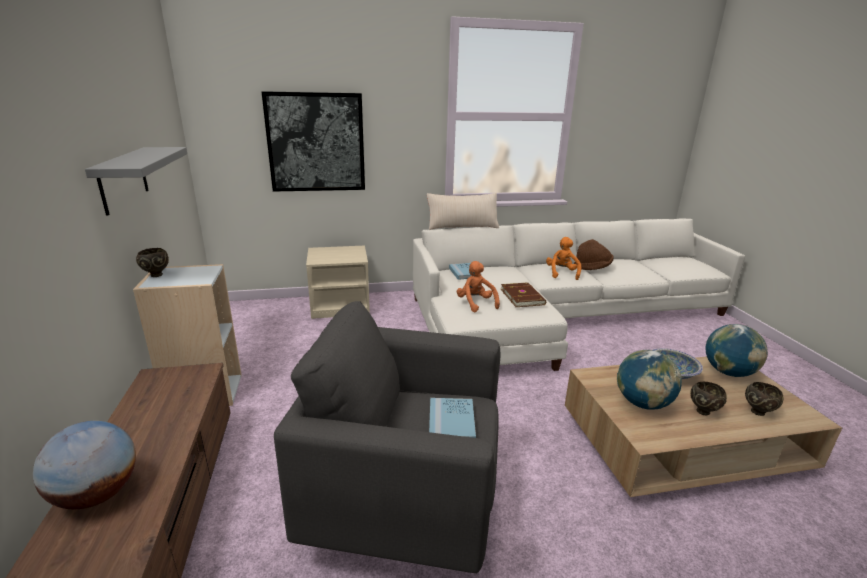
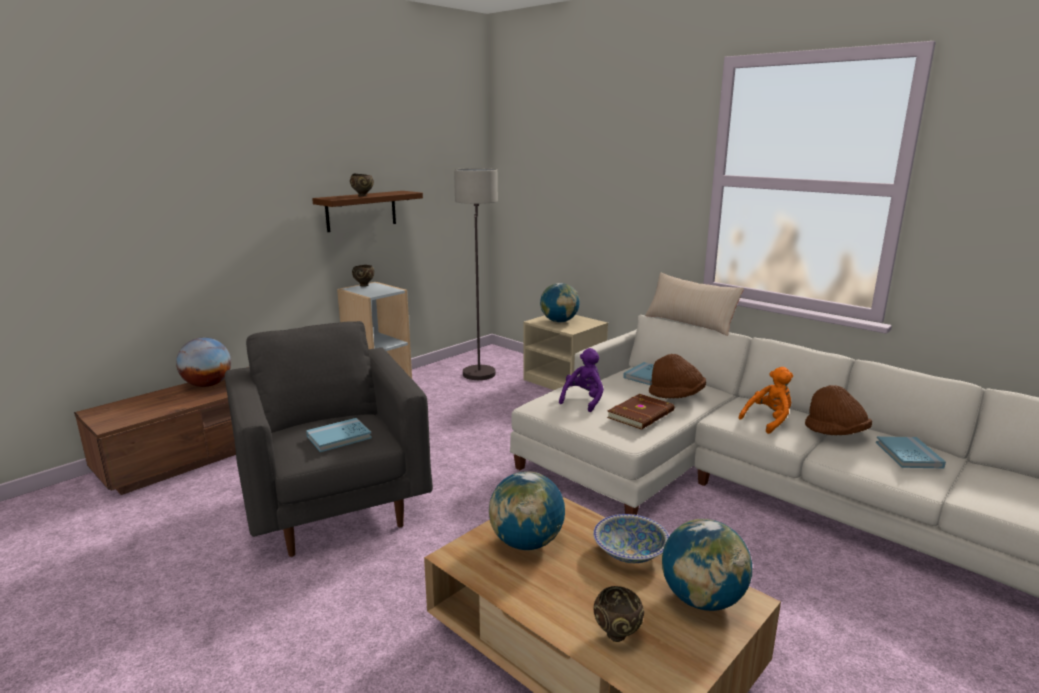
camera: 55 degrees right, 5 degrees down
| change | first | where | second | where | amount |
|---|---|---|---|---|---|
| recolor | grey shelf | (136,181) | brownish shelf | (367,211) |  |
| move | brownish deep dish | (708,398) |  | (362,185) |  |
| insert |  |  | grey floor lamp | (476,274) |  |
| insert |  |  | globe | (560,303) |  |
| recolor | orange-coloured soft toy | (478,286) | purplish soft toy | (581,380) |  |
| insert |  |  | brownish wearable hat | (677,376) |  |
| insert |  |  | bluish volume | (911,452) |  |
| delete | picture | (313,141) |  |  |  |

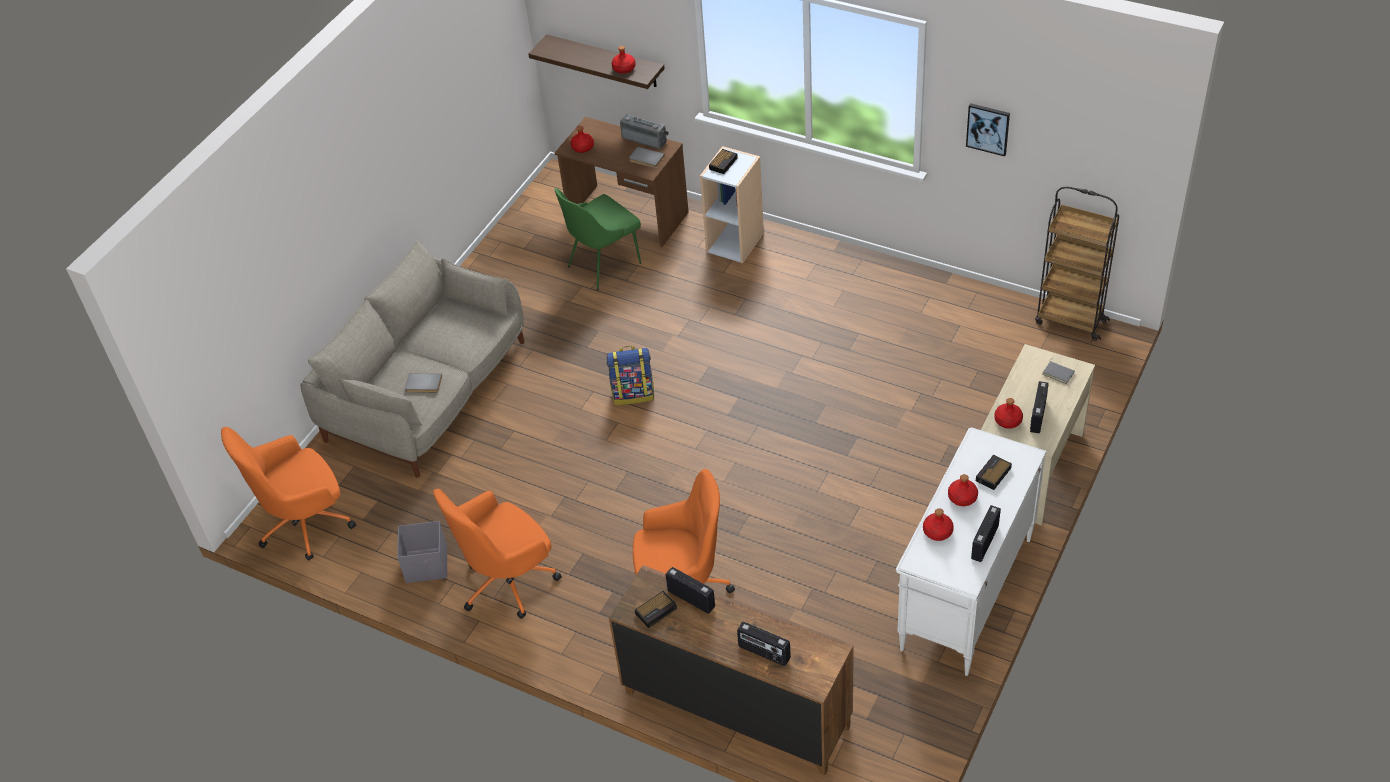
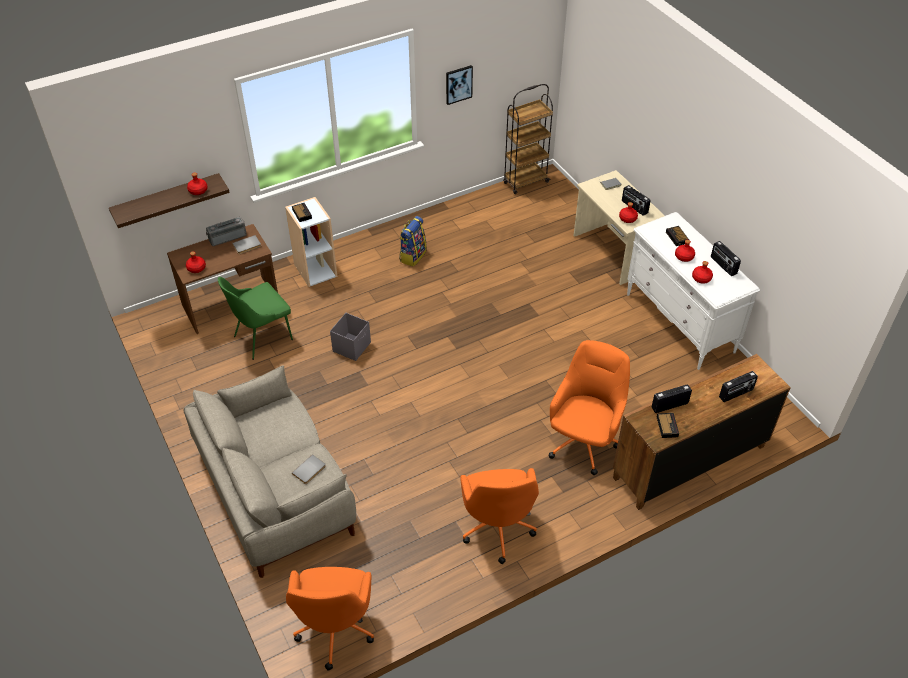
camera: 60 degrees left, 0 degrees up
| change | first | where | second | where | amount |
|---|---|---|---|---|---|
| rotate | greenish upright chair | (598,239) |  | (255,318) | 60 degrees clockwise |
| move | grey storage bin | (422,552) |  | (350,337) |  |
| move | rucksack | (630,375) |  | (413,241) |  |

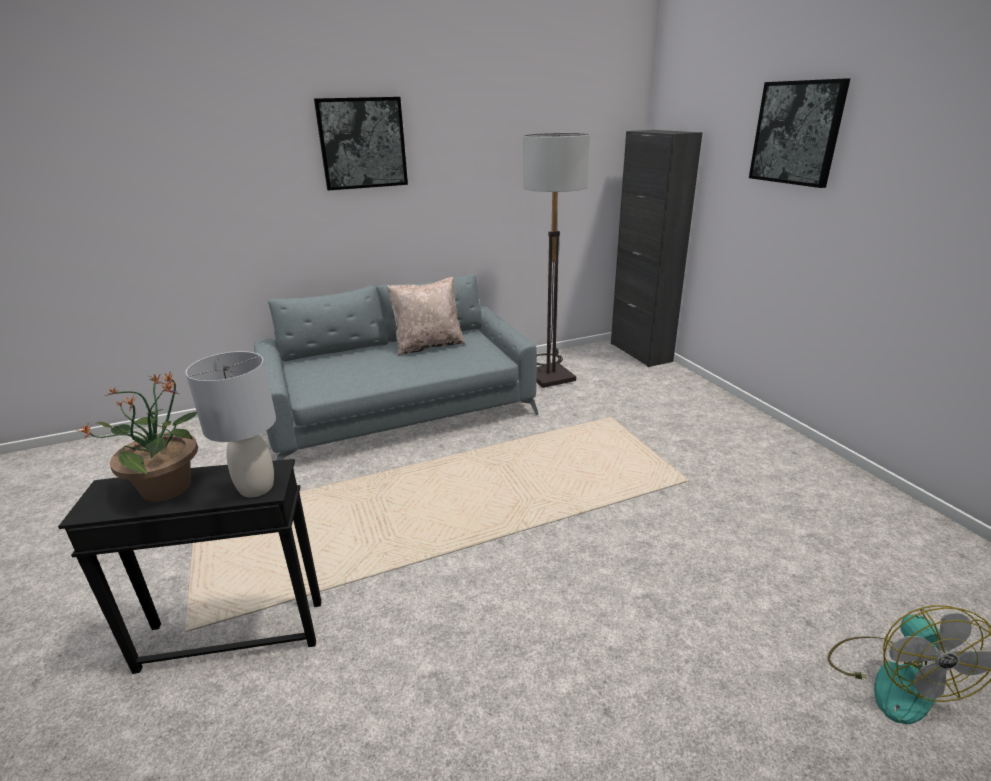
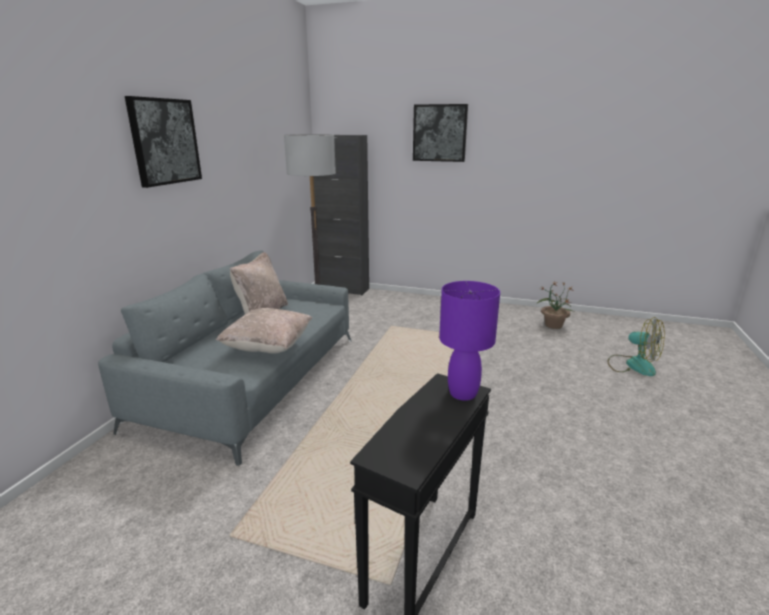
camera: 50 degrees left, 5 degrees down
| change | first | where | second | where | amount |
|---|---|---|---|---|---|
| insert |  |  | beige cushion | (264,330) |  |
| recolor | grey lamp for a table | (231,424) | purplish lamp for a table | (469,341) |  |
| move | plant in a pot | (137,437) |  | (556,305) |  |

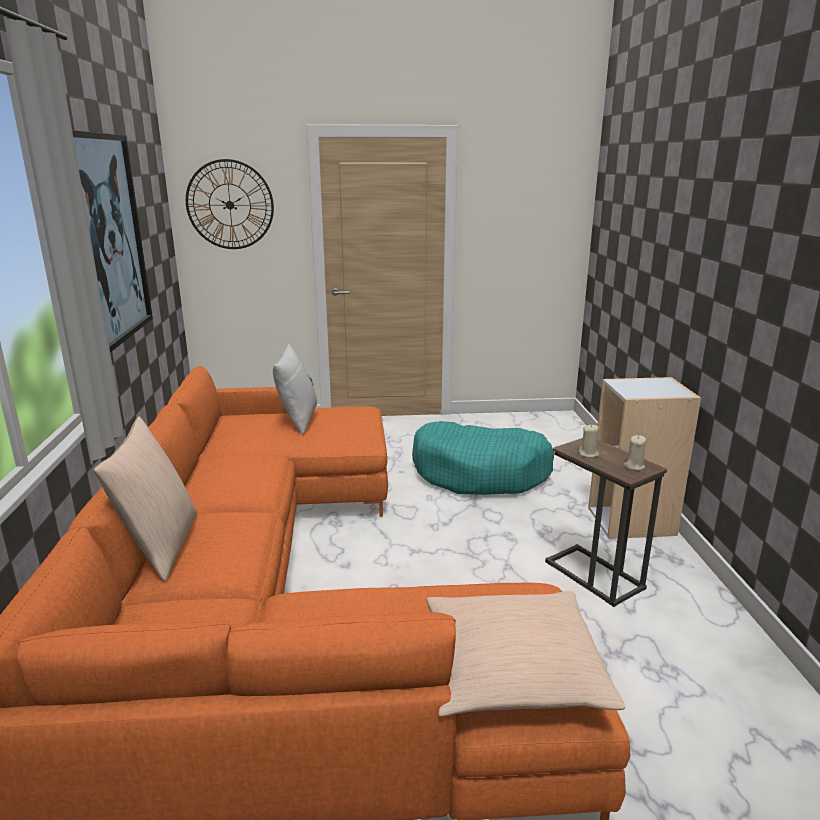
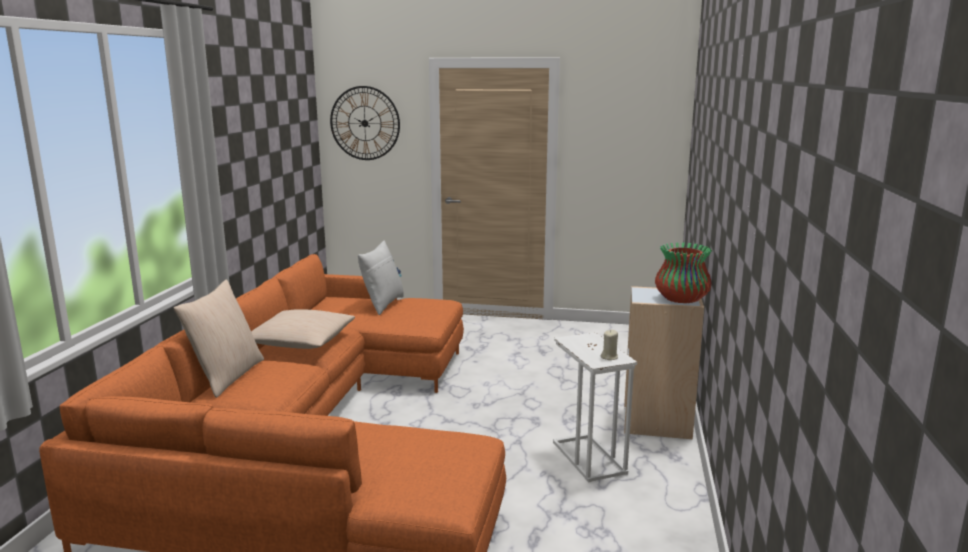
camera: 15 degrees right, 5 degrees down
| change | first | where | second | where | amount |
|---|---|---|---|---|---|
| move | beige cushion | (525,654) |  | (303,329) |  |
| recolor | brownish side table | (606,522) | white-coloured side table | (595,407) |  |
| insert |  |  | flower vase | (683,272) |  |
| delete | picture | (112,241) |  |  |  |
| delete | turquoise-coloured pet bed | (483,458) |  |  |  |
| delete | beige wax candle | (589,441) |  |  |  |

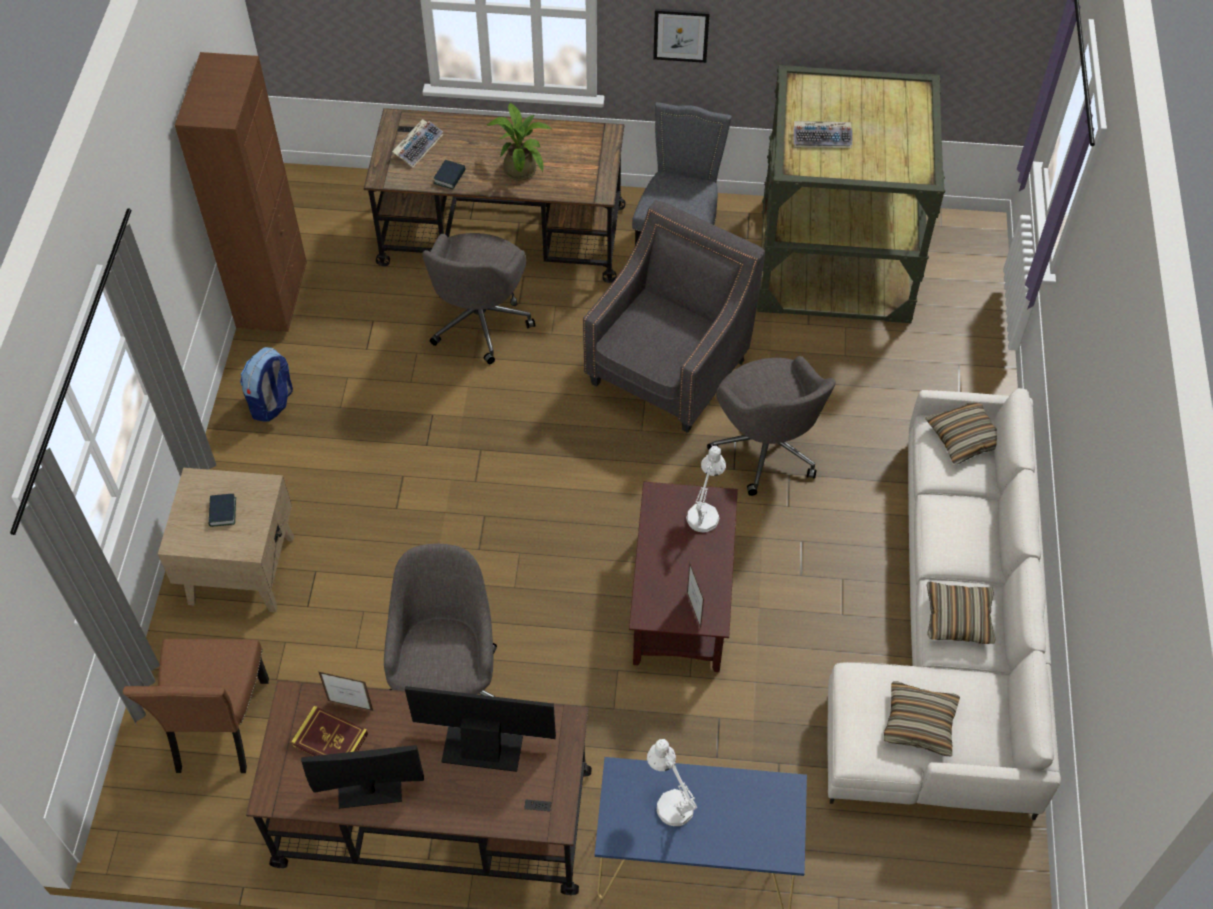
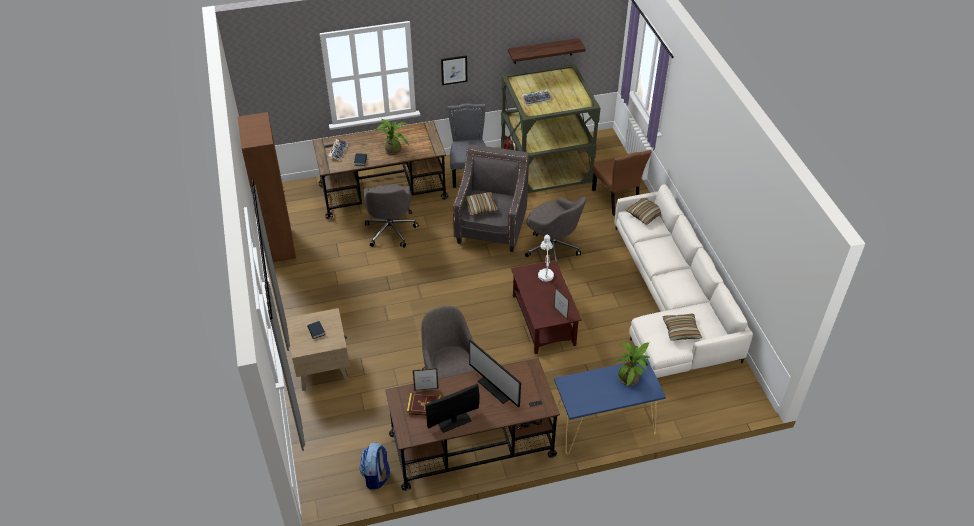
camera: 20 degrees left, 10 degrees down
| change | first | where | second | where | amount |
|---|---|---|---|---|---|
| move | rucksack | (266,384) |  | (375,465) |  |
| move | cushion | (960,613) |  | (481,204) |  |
| rotate | monitor | (480,729) |  | (495,374) | 120 degrees counterclockwise |
| insert |  |  | shelf | (547,51) |  |
| move | brownish upright chair | (196,706) |  | (622,183) |  |
| insert |  |  | plant in a pot | (633,364) |  |
| delete | white-coloured lamp for a table | (672,782) |  |  |  |

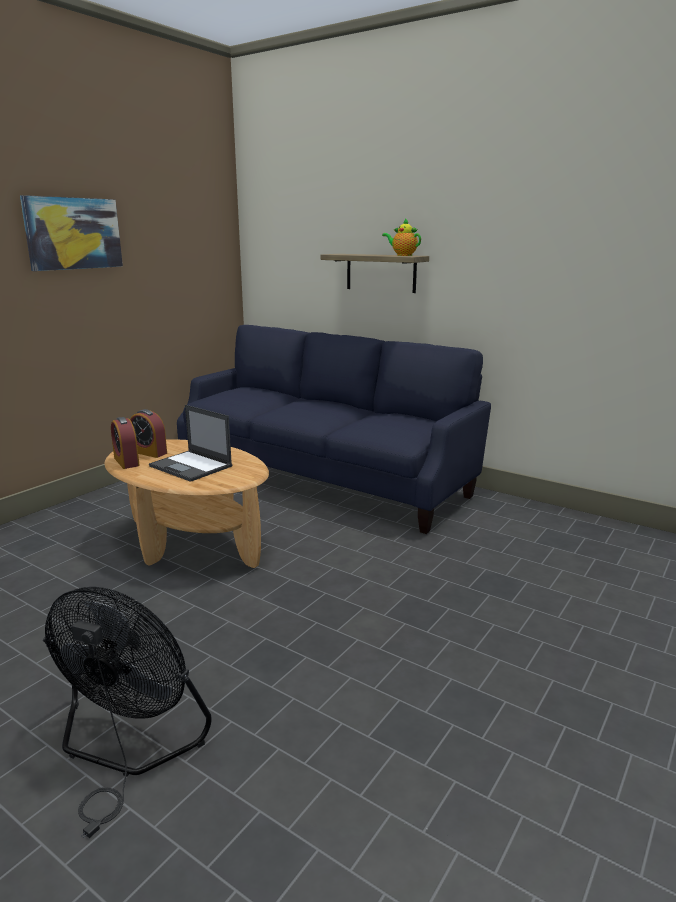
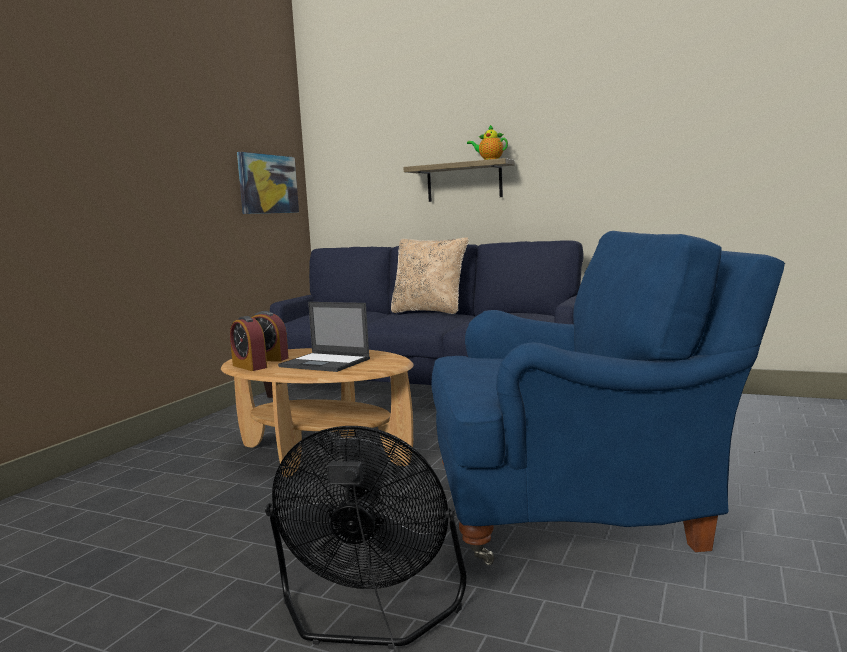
camera: 10 degrees left, 10 degrees down
| change | first | where | second | where | amount |
|---|---|---|---|---|---|
| move | picture | (71,233) |  | (268,183) |  |
| insert |  |  | beige cushion | (430,275) |  |
| insert |  |  | bluish easy chair | (608,398) |  |

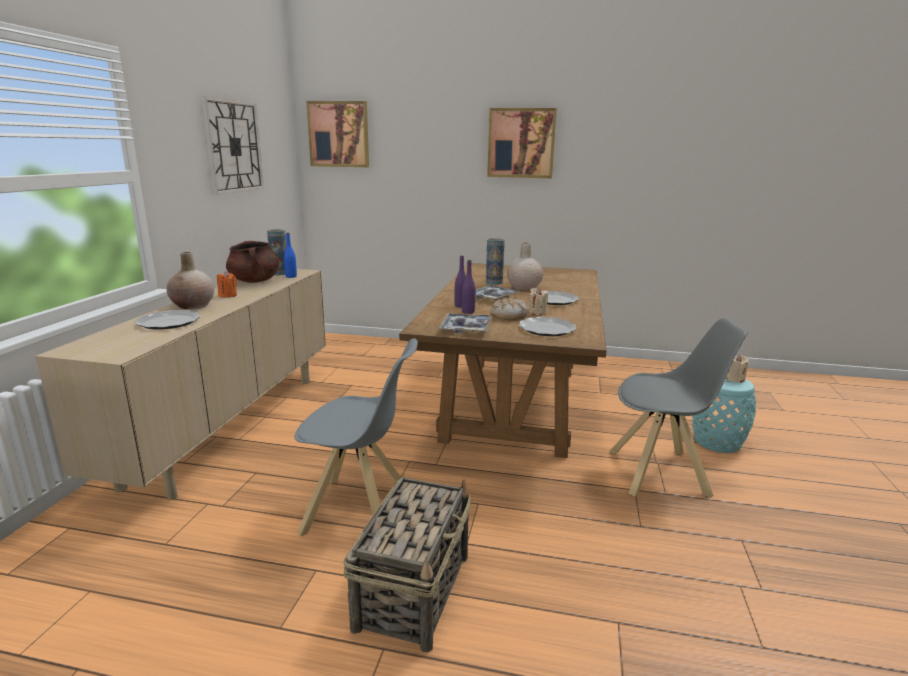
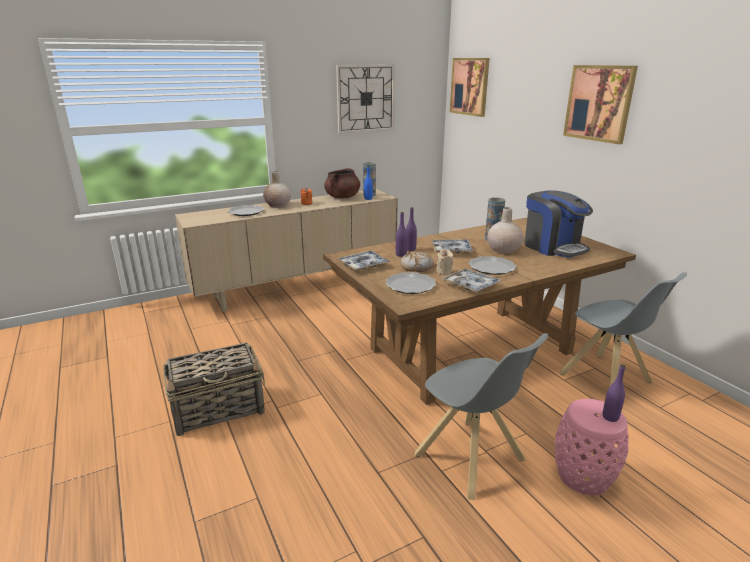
camera: 50 degrees right, 5 degrees up
| change | first | where | second | where | amount |
|---|---|---|---|---|---|
| insert |  |  | serving tray | (471,280) |  |
| insert |  |  | coffee maker | (558,224) |  |
| recolor | turquoise-coloured stool | (724,414) | pinkish stool | (592,447) |  |
| move | grey upright chair | (356,437) |  | (623,329) |  |
| replace | beige wax candle | (737,369) | purplish beverage bottle | (614,393) |  |

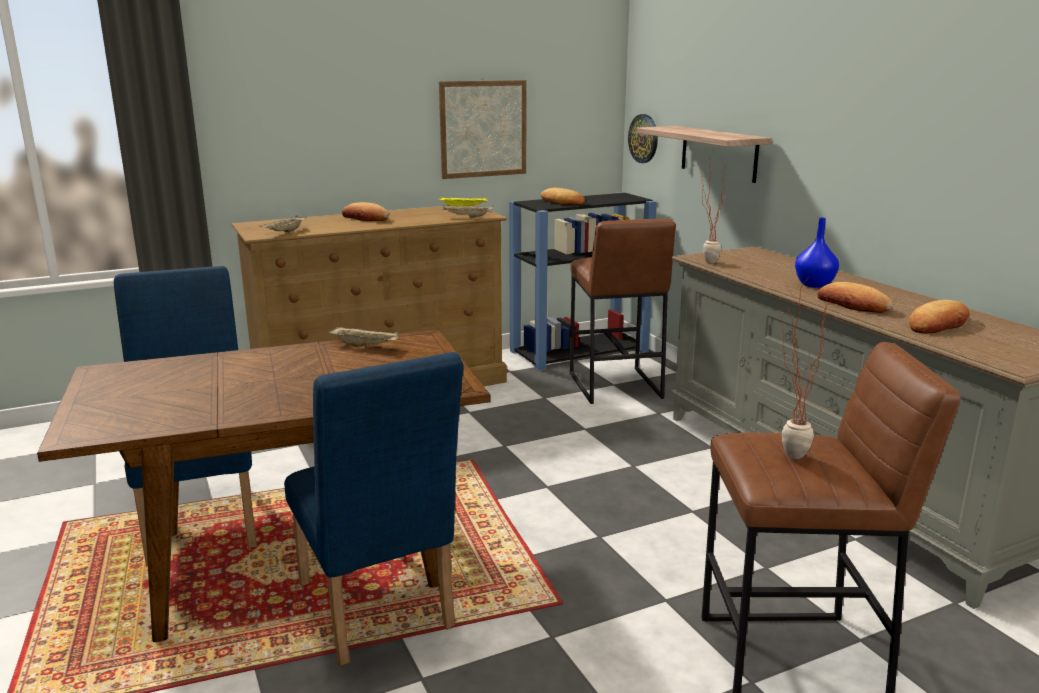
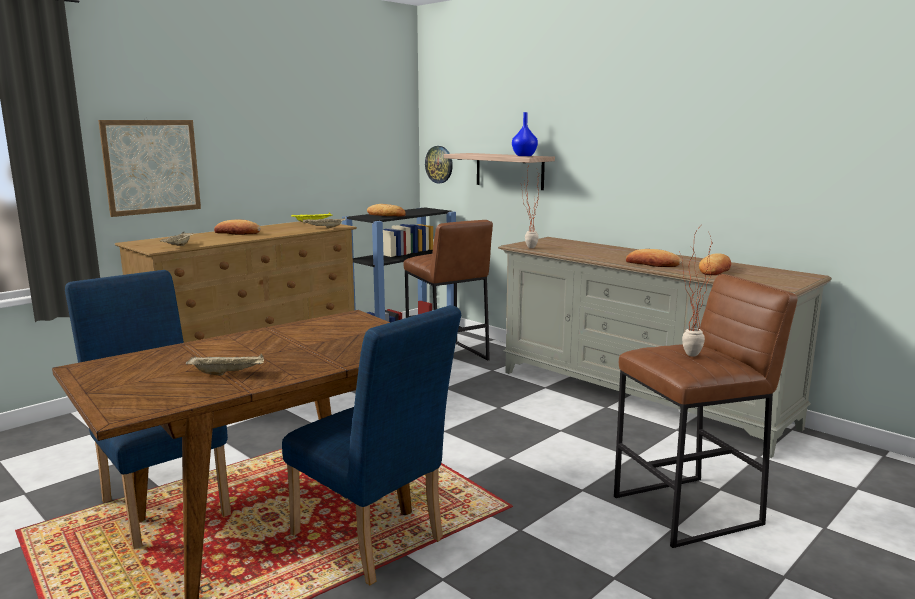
camera: 20 degrees left, 5 degrees down
| change | first | where | second | where | amount |
|---|---|---|---|---|---|
| move | picture | (483,128) |  | (149,167) |  |
| move | beige serving tray | (364,337) |  | (225,364) |  |
| move | bluish flower vase | (817,253) |  | (525,134) |  |

